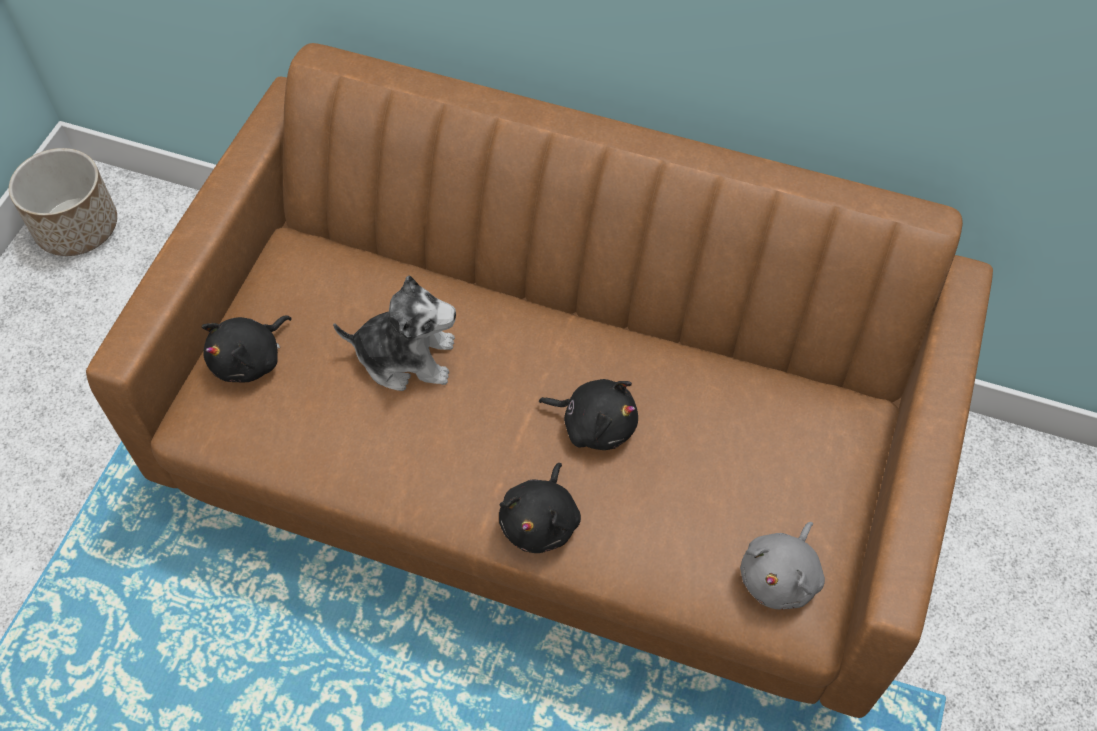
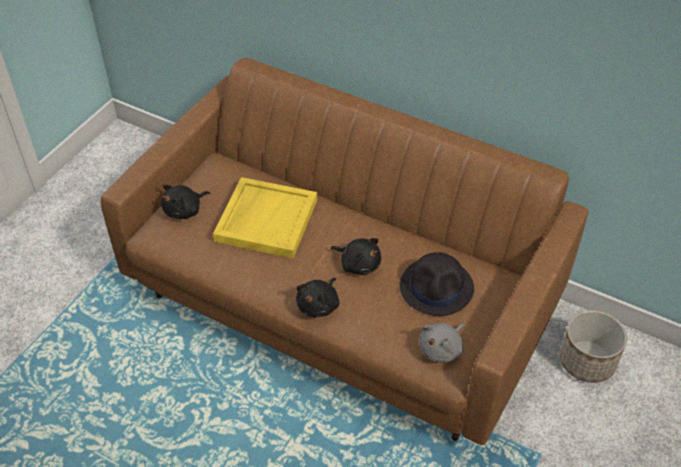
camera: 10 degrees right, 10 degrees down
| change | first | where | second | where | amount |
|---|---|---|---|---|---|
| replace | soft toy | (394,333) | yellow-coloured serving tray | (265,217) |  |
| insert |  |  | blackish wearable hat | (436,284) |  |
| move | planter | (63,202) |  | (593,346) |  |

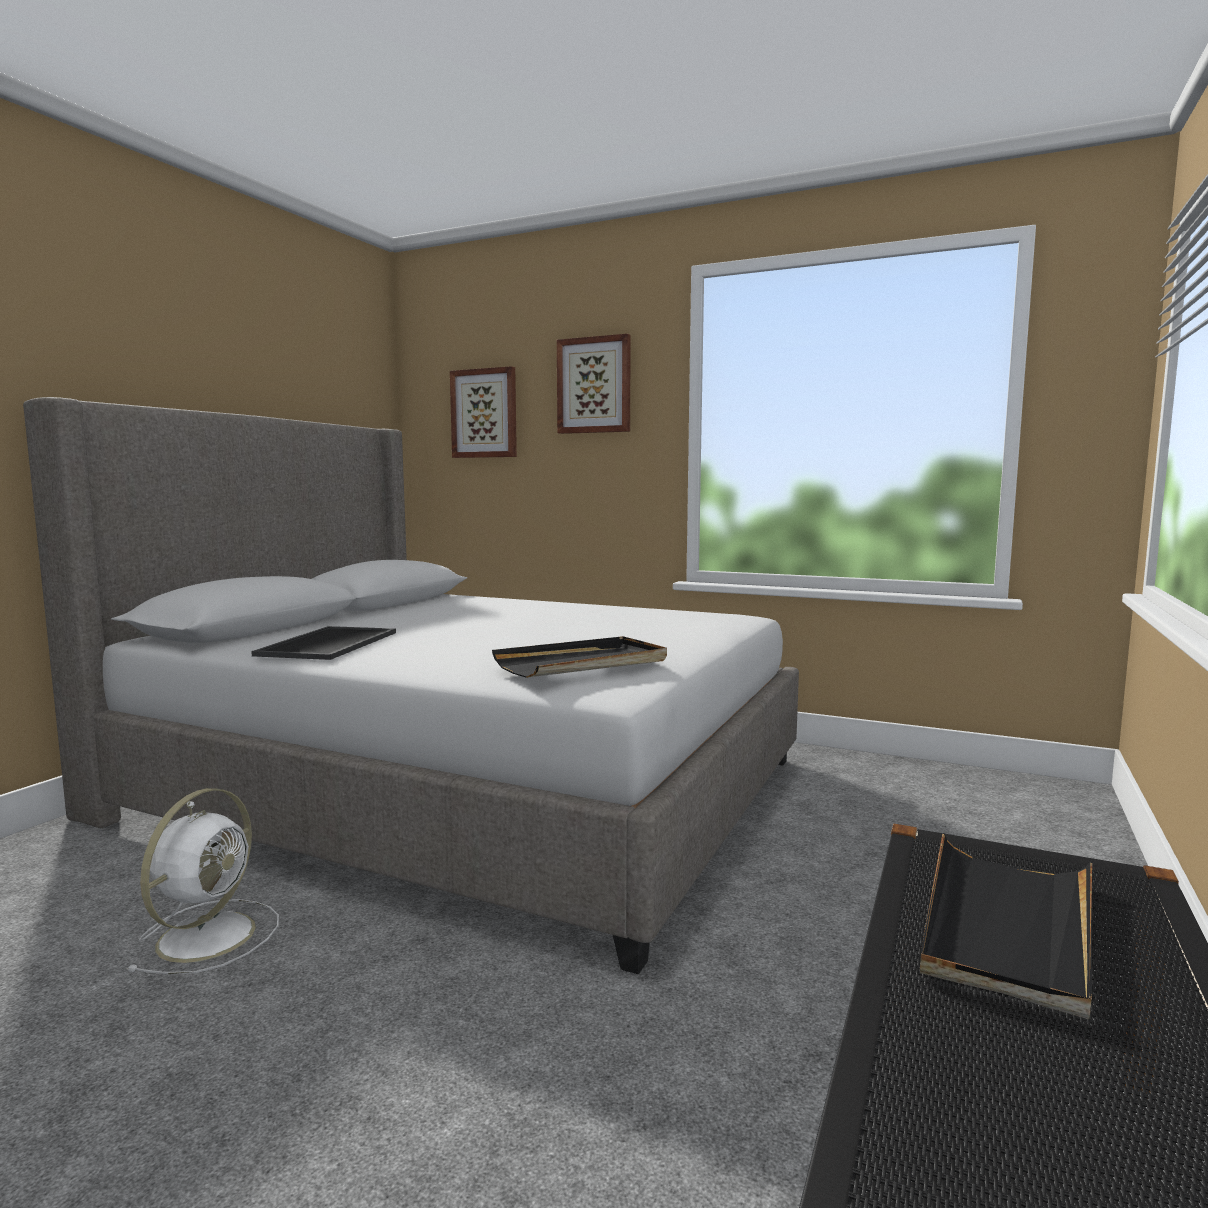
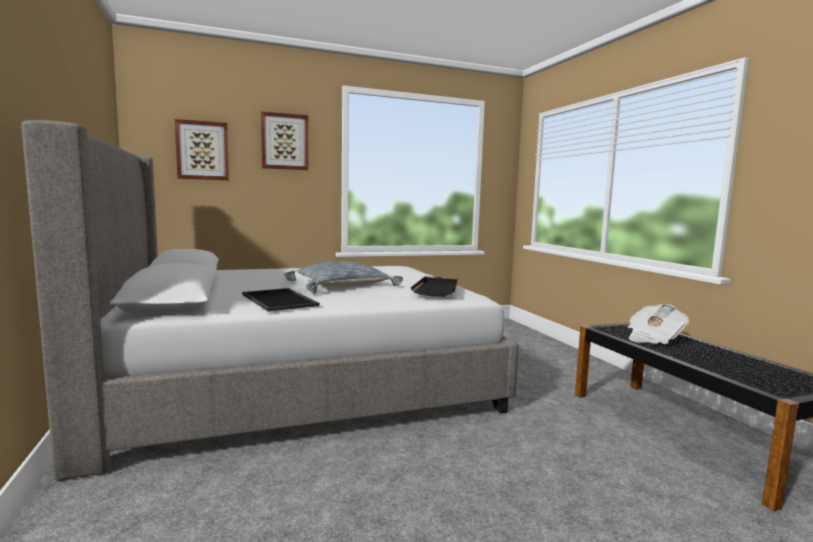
camera: 45 degrees left, 0 degrees up
| change | first | where | second | where | amount |
|---|---|---|---|---|---|
| insert |  |  | cushion | (343,277) |  |
| replace | blackish serving tray | (1006,926) | newspaper | (658,324) |  |
| delete | white-coloured fan | (203,881) |  |  |  |

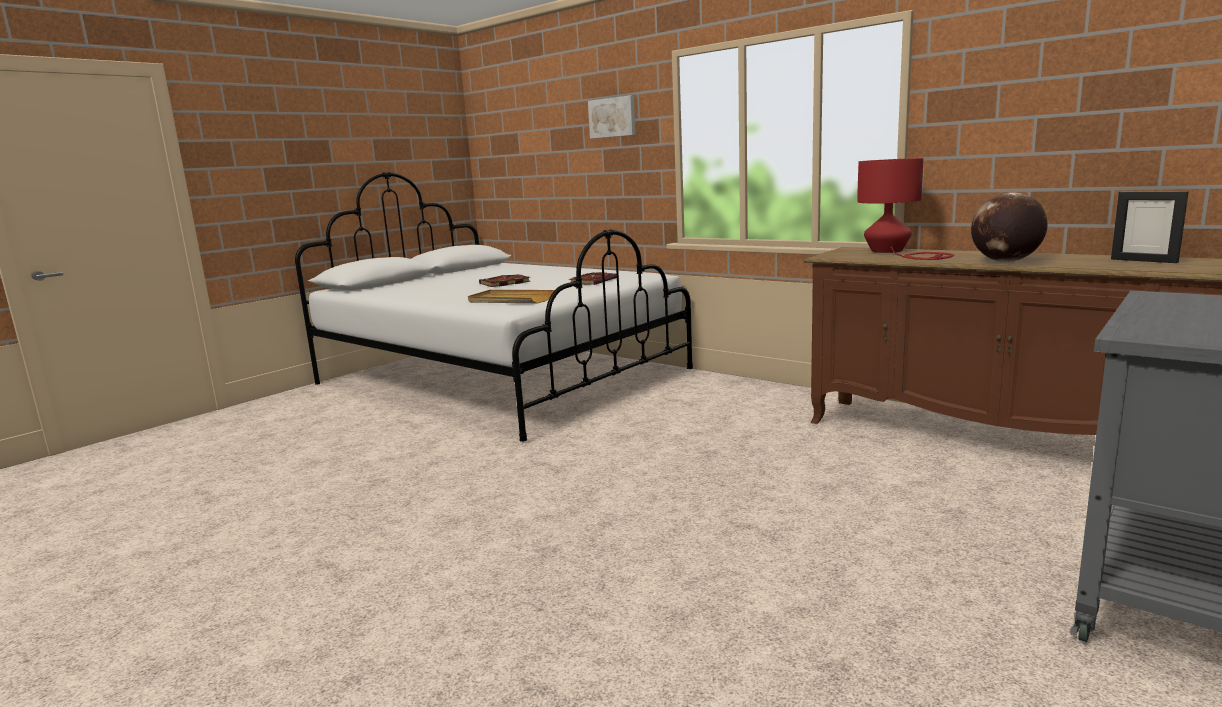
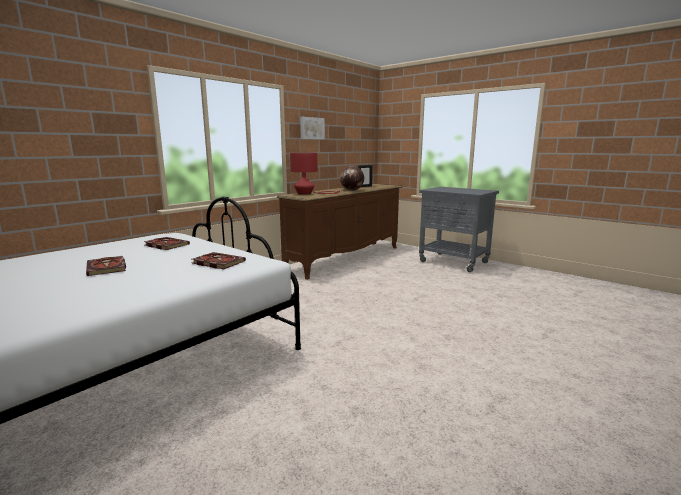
camera: 90 degrees left, 0 degrees up
| change | first | where | second | where | amount |
|---|---|---|---|---|---|
| replace | beige serving tray | (511,296) | volume | (219,260) |  |
| move | picture | (612,117) |  | (312,128) |  |

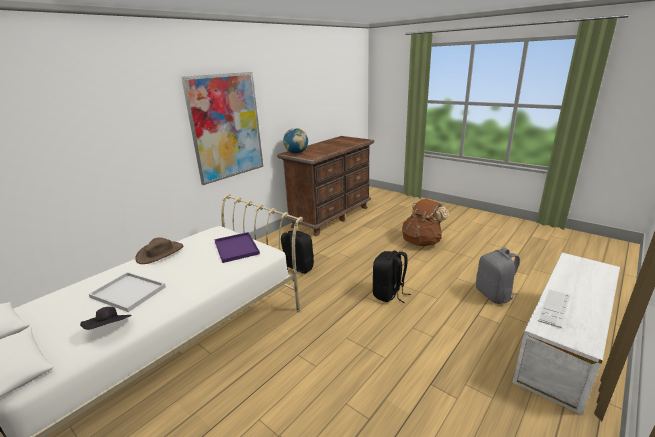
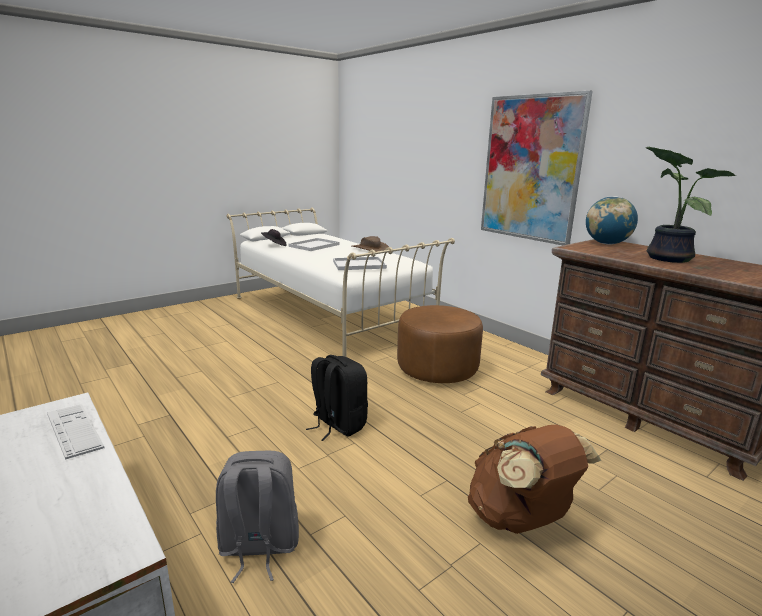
camera: 100 degrees right, 5 degrees down
| change | first | where | second | where | amount |
|---|---|---|---|---|---|
| recolor | purplish serving tray | (237,247) | white-coloured serving tray | (360,263) |  |
| replace | blackish rucksack | (297,252) | brownish ottoman | (440,344) |  |
| insert |  |  | plant in a pot | (691,204) |  |

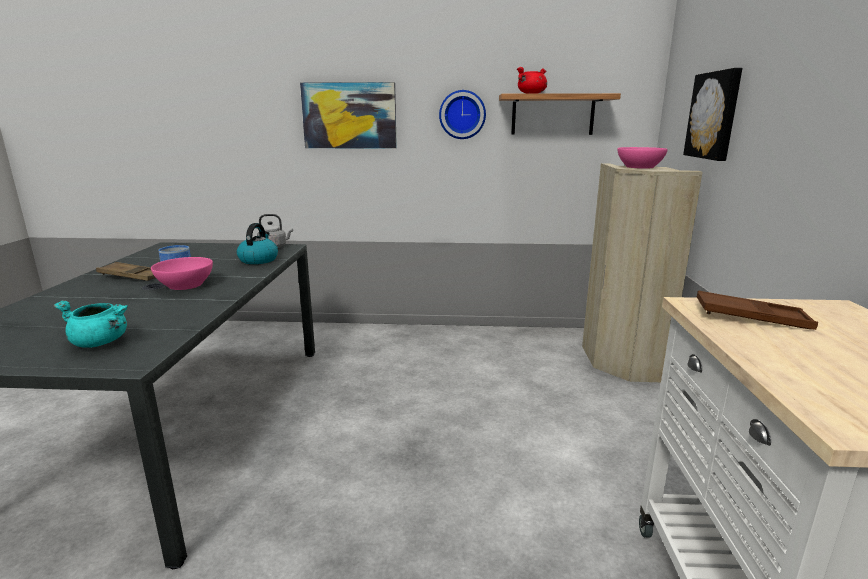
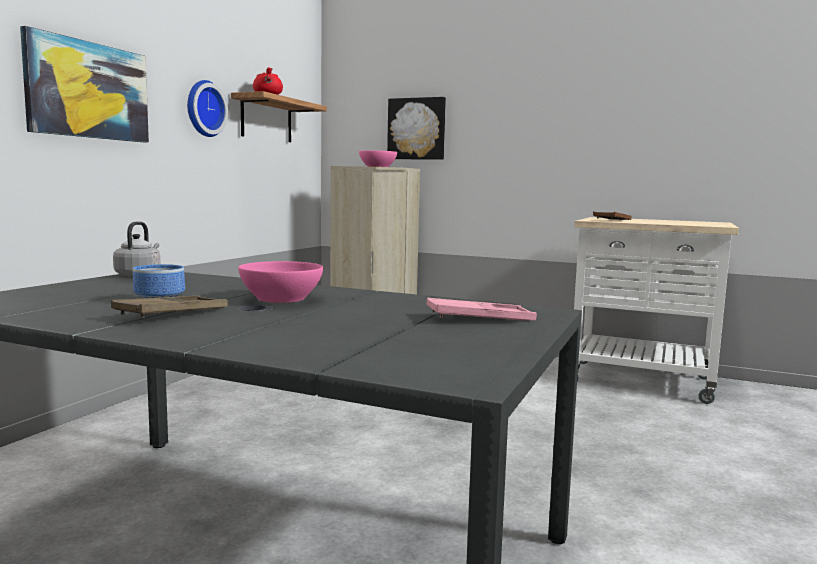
camera: 70 degrees left, 10 degrees down
| change | first | where | second | where | amount |
|---|---|---|---|---|---|
| replace | turquoise-coloured cooking pot | (90,324) | pinkish serving tray | (481,309) |  |
| delete | kettle | (257,243) |  |  |  |

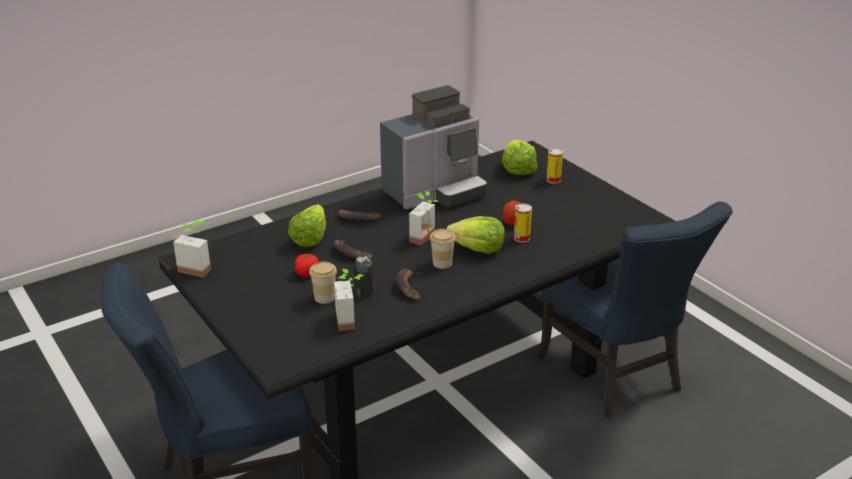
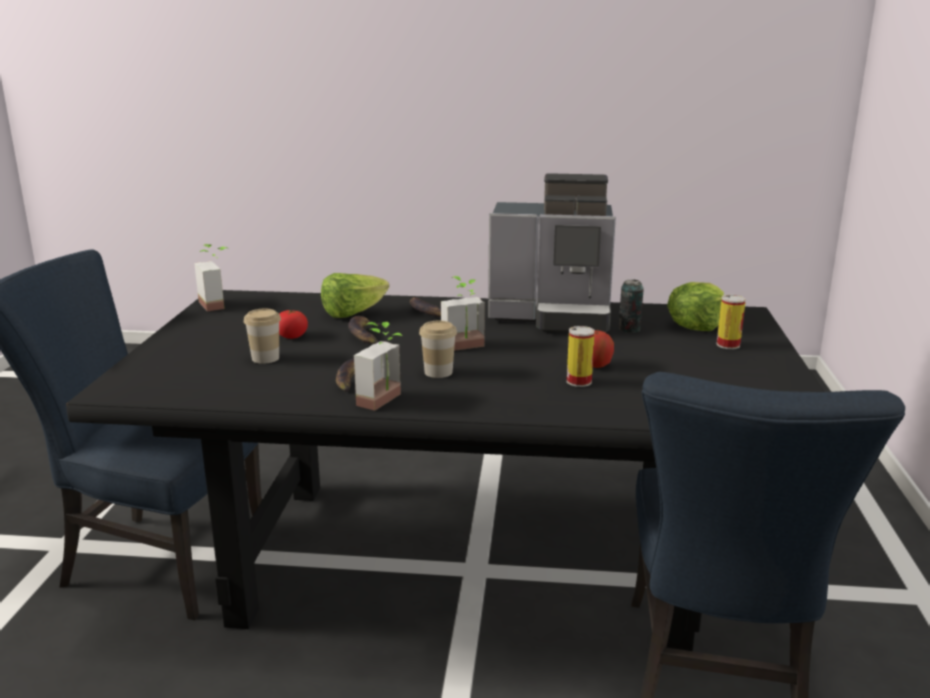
camera: 40 degrees right, 10 degrees down
| change | first | where | second | where | amount |
|---|---|---|---|---|---|
| move | plant in a pot | (349,300) |  | (378,366) |  |
| move | sealed can | (364,276) |  | (631,306) |  |
| delete | lettuce | (476,235) |  |  |  |

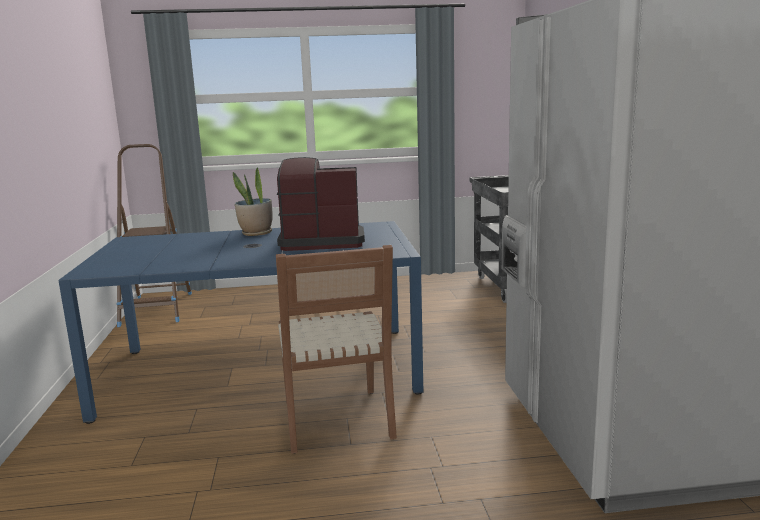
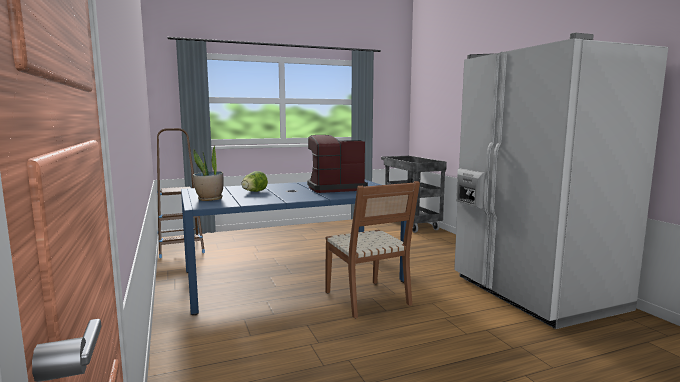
camera: 15 degrees left, 5 degrees down
| change | first | where | second | where | amount |
|---|---|---|---|---|---|
| move | plant in a pot | (253,201) |  | (208,173) |  |
| insert |  |  | lettuce | (254,181) |  |

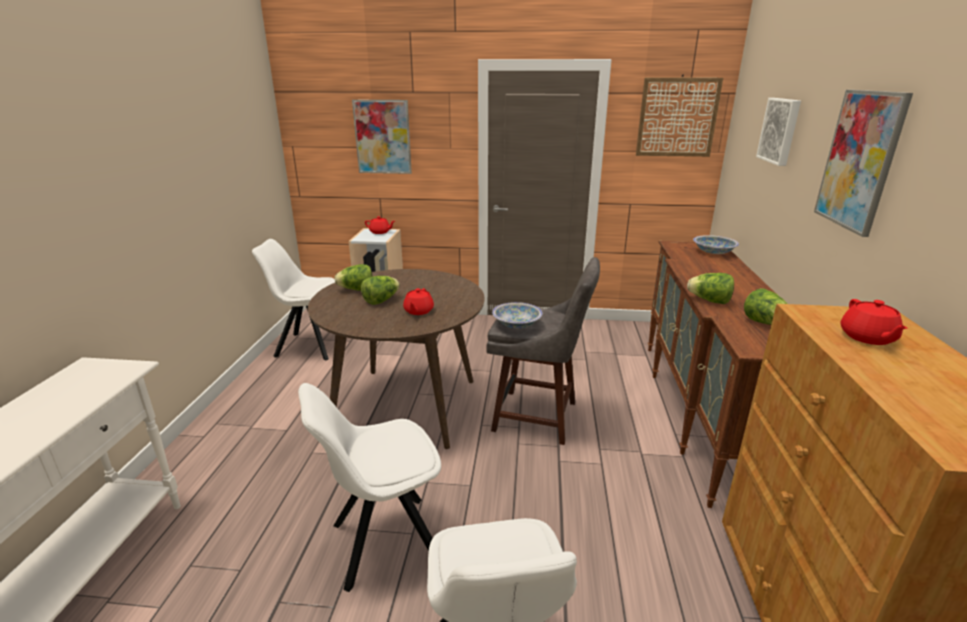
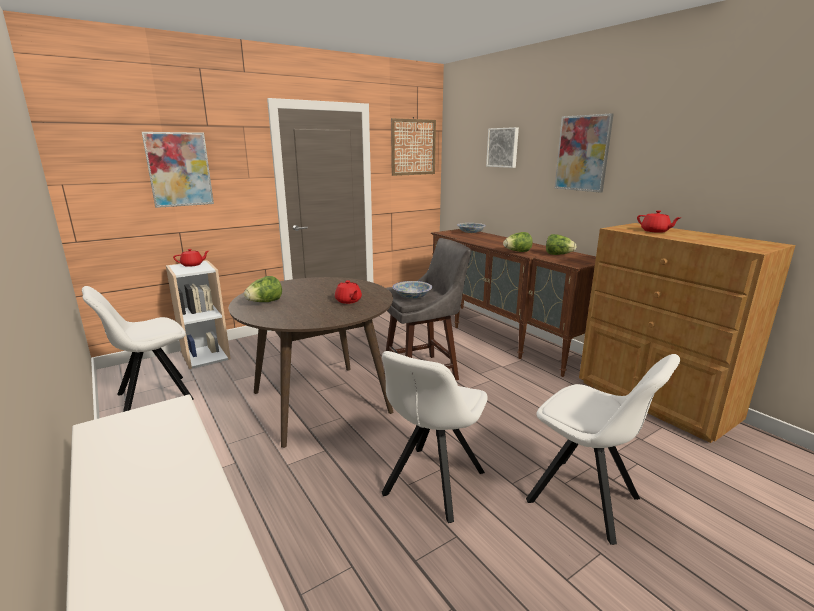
camera: 40 degrees left, 5 degrees down
| change | first | where | second | where | amount |
|---|---|---|---|---|---|
| delete | lettuce | (380,290) |  |  |  |

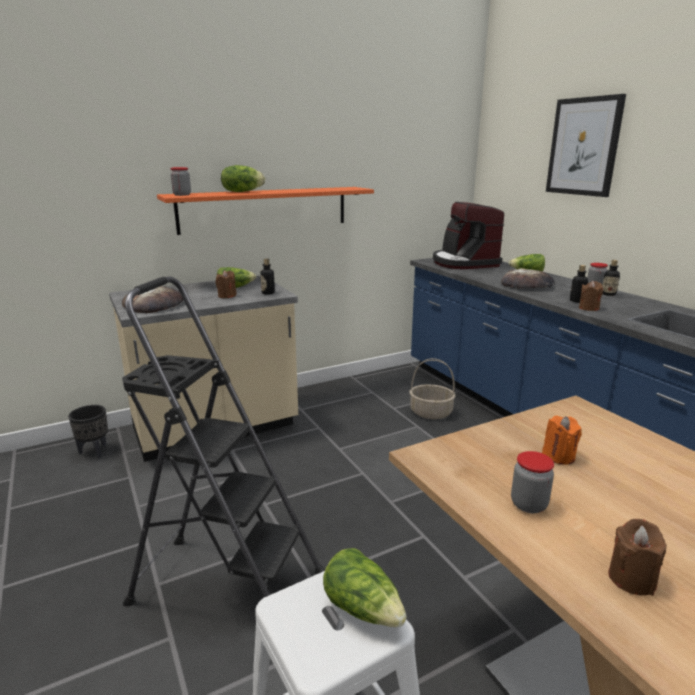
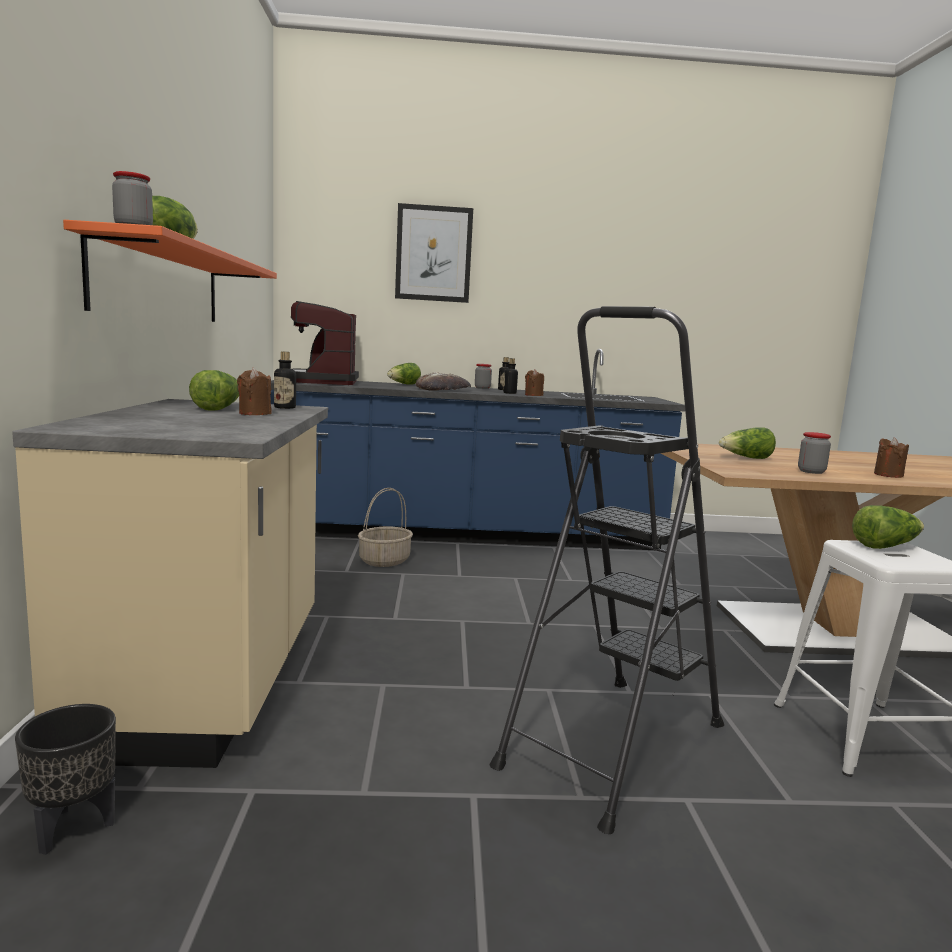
camera: 65 degrees left, 10 degrees down
| change | first | where | second | where | amount |
|---|---|---|---|---|---|
| rotate | coffee maker | (468,235) |  | (325,343) | 75 degrees clockwise |
| replace | orange-coloured wax candle | (562,440) | lettuce | (747,443) |  |
| delete | baked bread | (152,299) |  |  |  |

